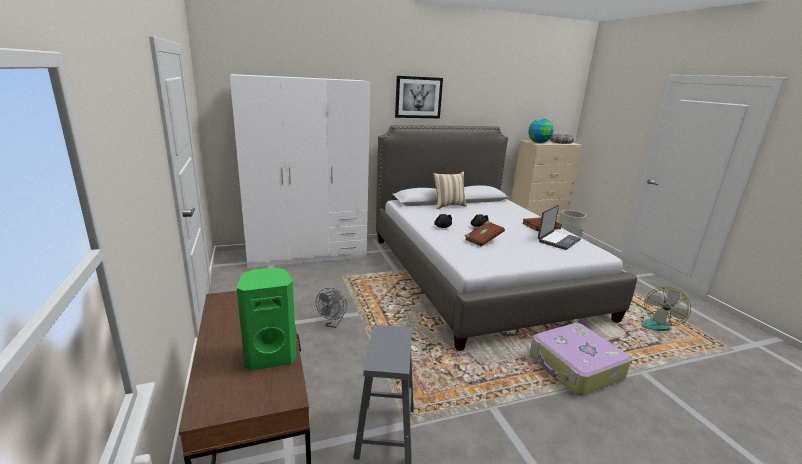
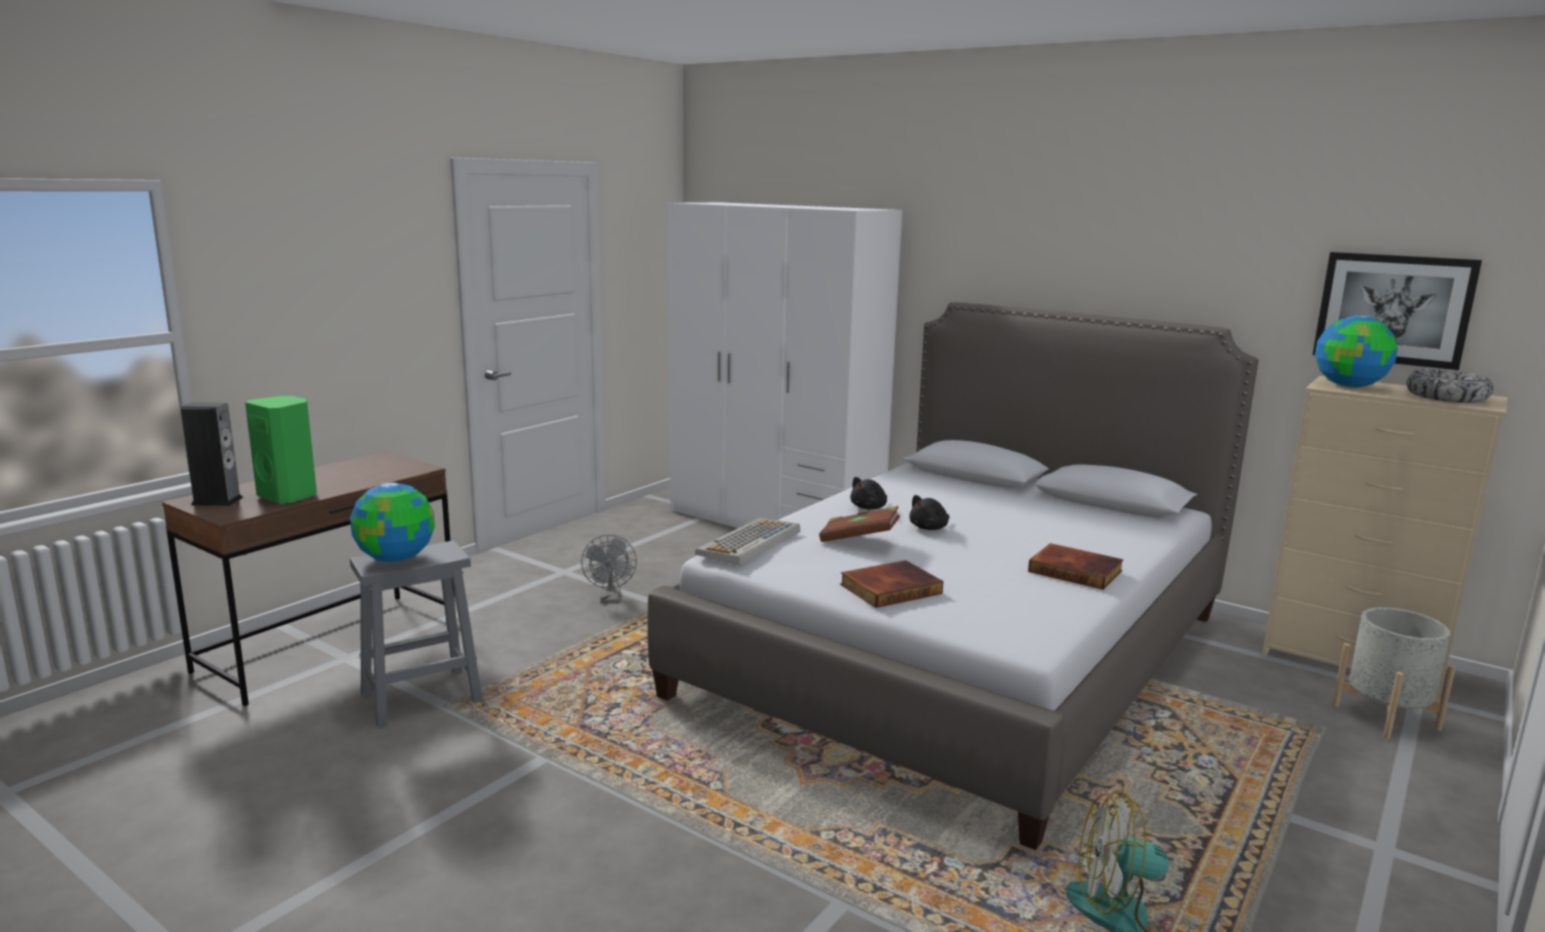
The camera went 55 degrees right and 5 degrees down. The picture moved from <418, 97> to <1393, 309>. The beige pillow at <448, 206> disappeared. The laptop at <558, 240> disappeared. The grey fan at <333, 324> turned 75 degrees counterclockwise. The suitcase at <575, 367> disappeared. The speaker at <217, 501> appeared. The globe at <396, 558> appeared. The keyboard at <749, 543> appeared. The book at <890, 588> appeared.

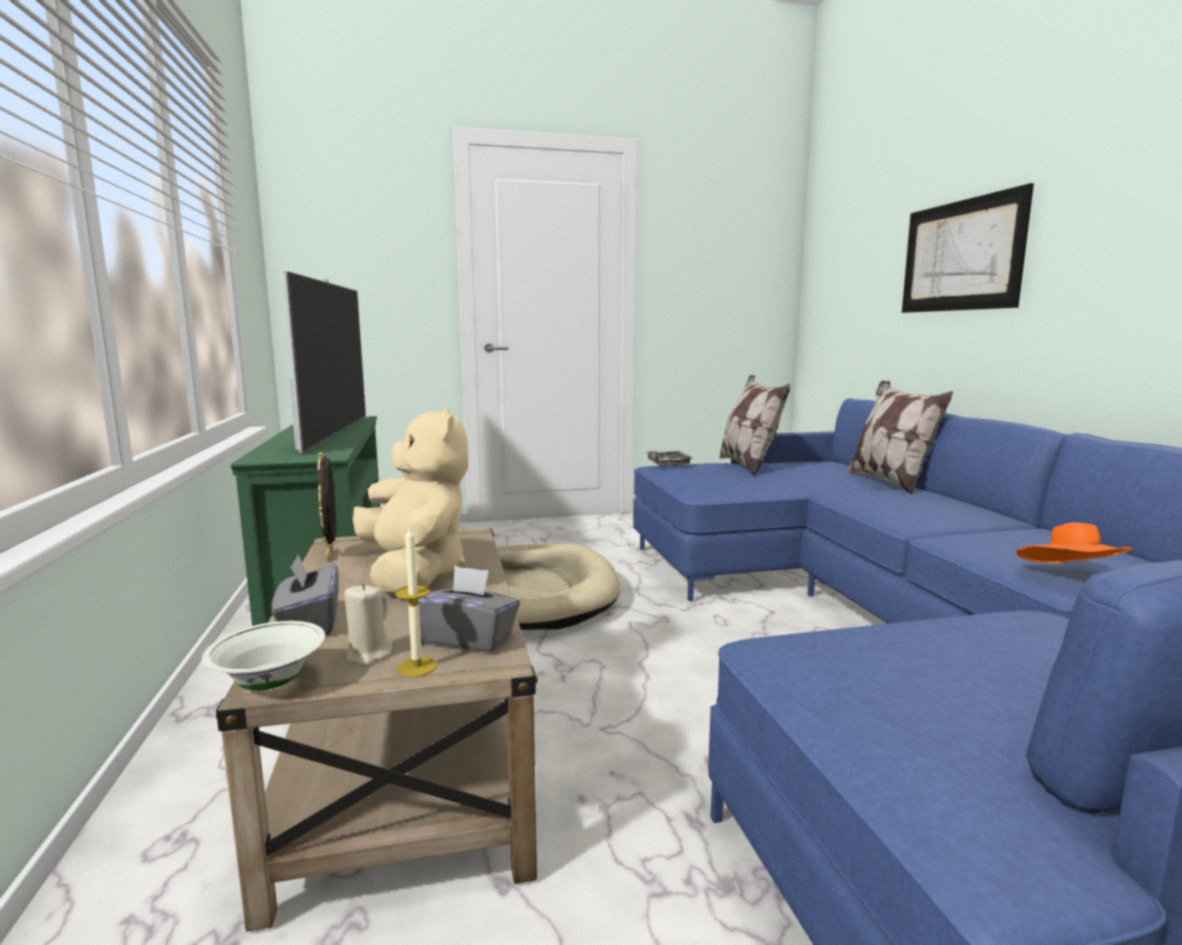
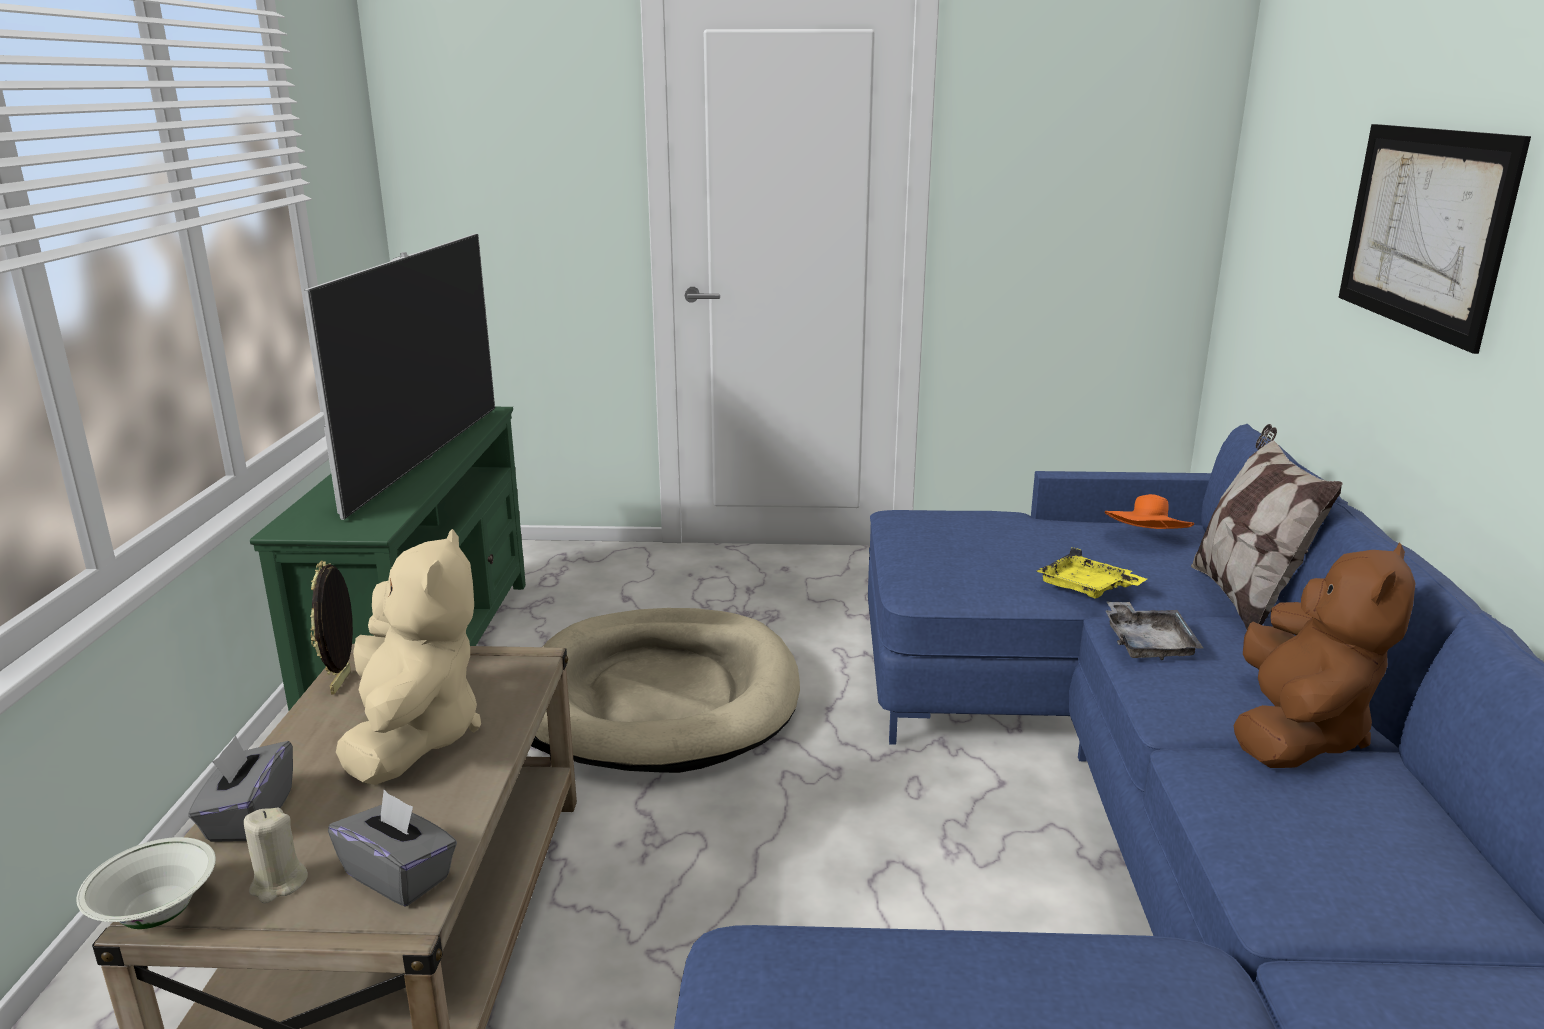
The camera went 15 degrees right and 10 degrees up. The pillow at <748, 466> disappeared. The grey tray moved from <667, 464> to <1147, 643>. The orange hat moved from <1071, 576> to <1146, 541>. The candle at <417, 667> disappeared. The brown plush toy at <1296, 733> appeared. The yellow tray at <1086, 588> appeared.

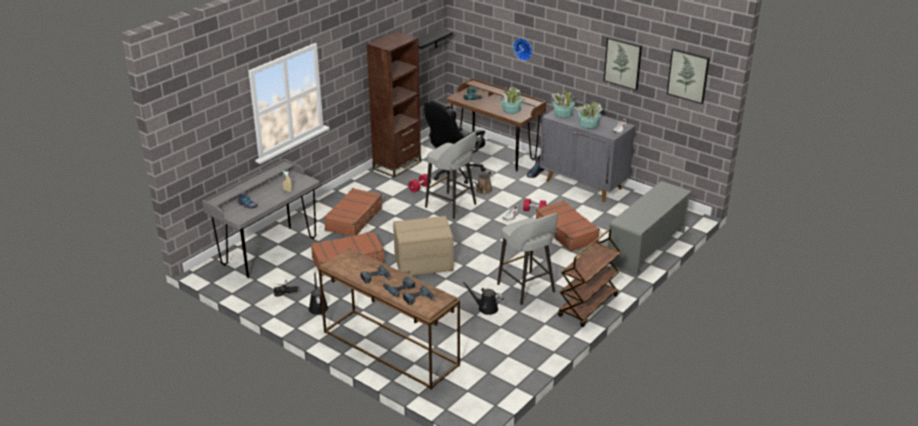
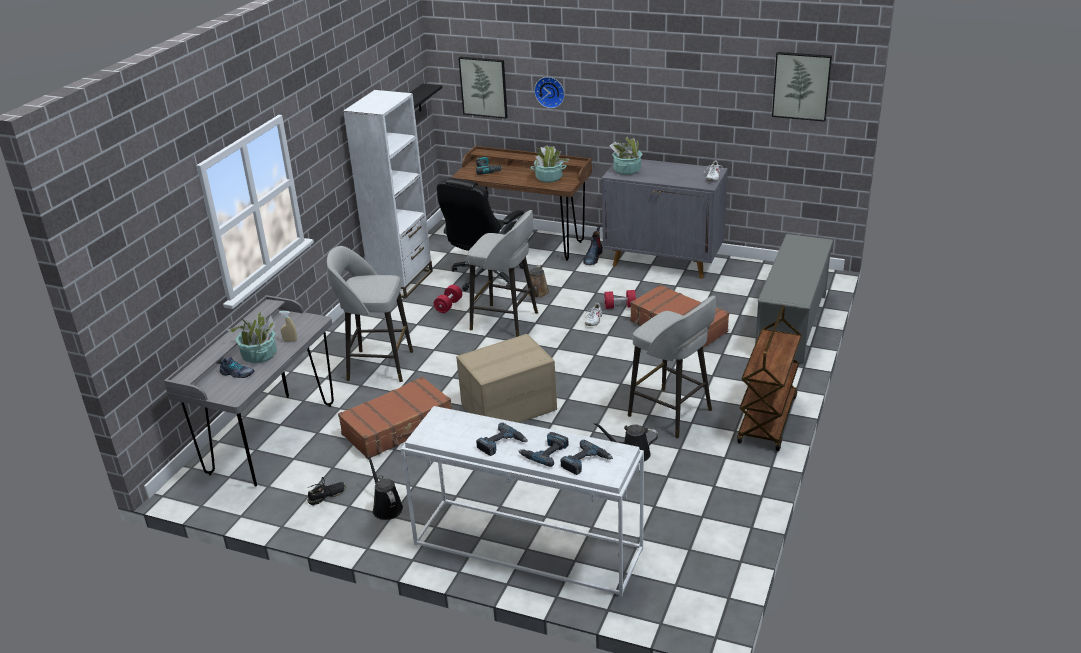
The camera went 15 degrees left and 0 degrees up. The brown bookcase at <397, 165> became the white bookcase at <401, 281>. The picture moved from <623, 63> to <484, 87>. The potted plant moved from <588, 125> to <259, 355>. The brown suitcase at <354, 219> was replaced by the grey stool at <378, 366>. The brown console table at <389, 348> became the white console table at <525, 547>.

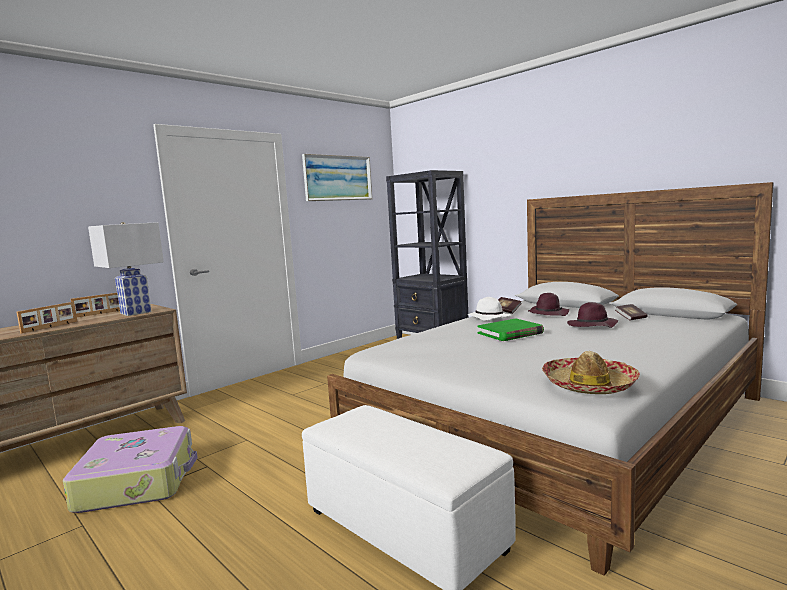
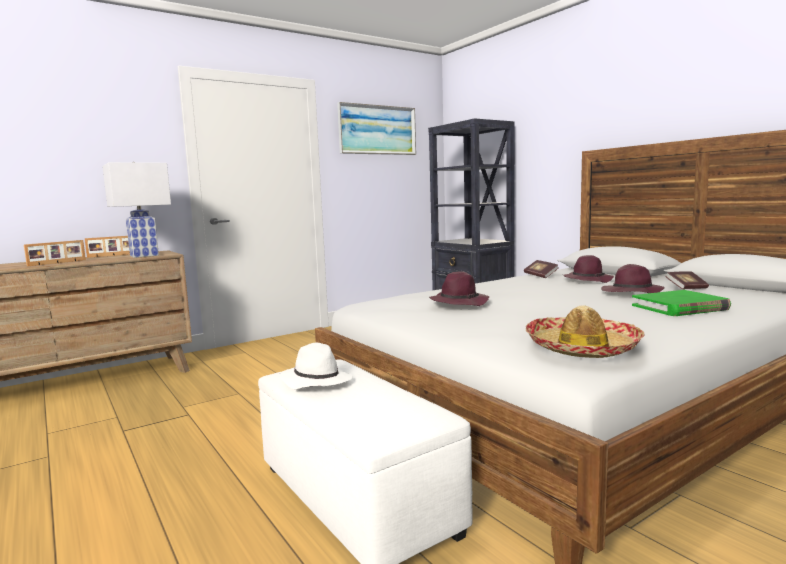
The camera went 10 degrees right and 0 degrees up. The white hat moved from <488, 318> to <315, 381>. The green book moved from <510, 333> to <679, 307>. The suitcase at <138, 481> disappeared. The purple hat at <459, 302> appeared.

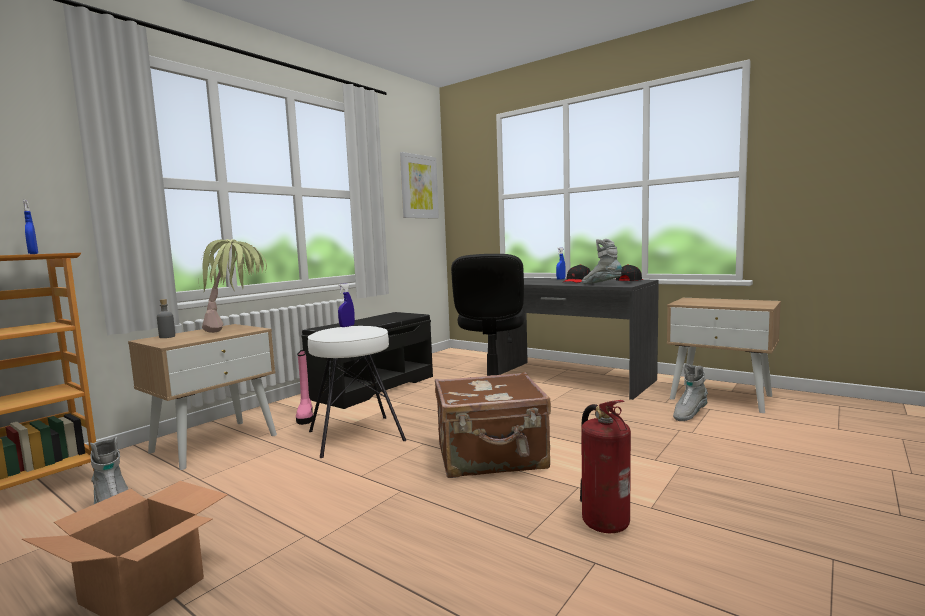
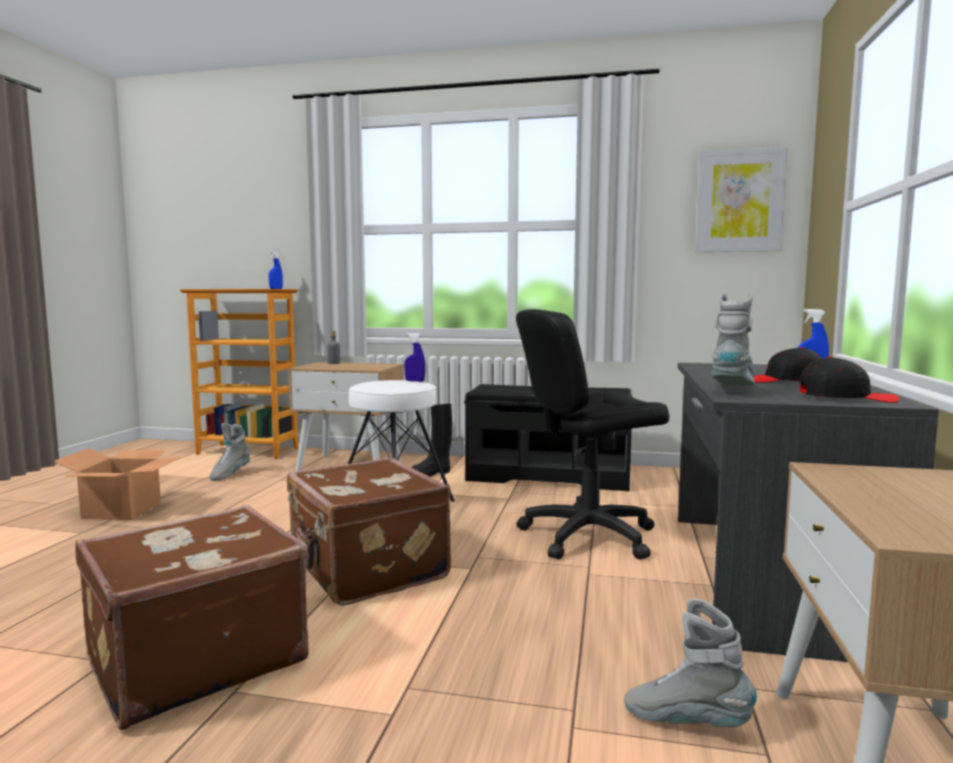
The camera went 65 degrees right and 0 degrees up. The potted plant at <236, 329> disappeared. The pink boot at <305, 416> became the black boot at <431, 474>. The fire extinguisher at <604, 522> was replaced by the brown suitcase at <194, 658>.

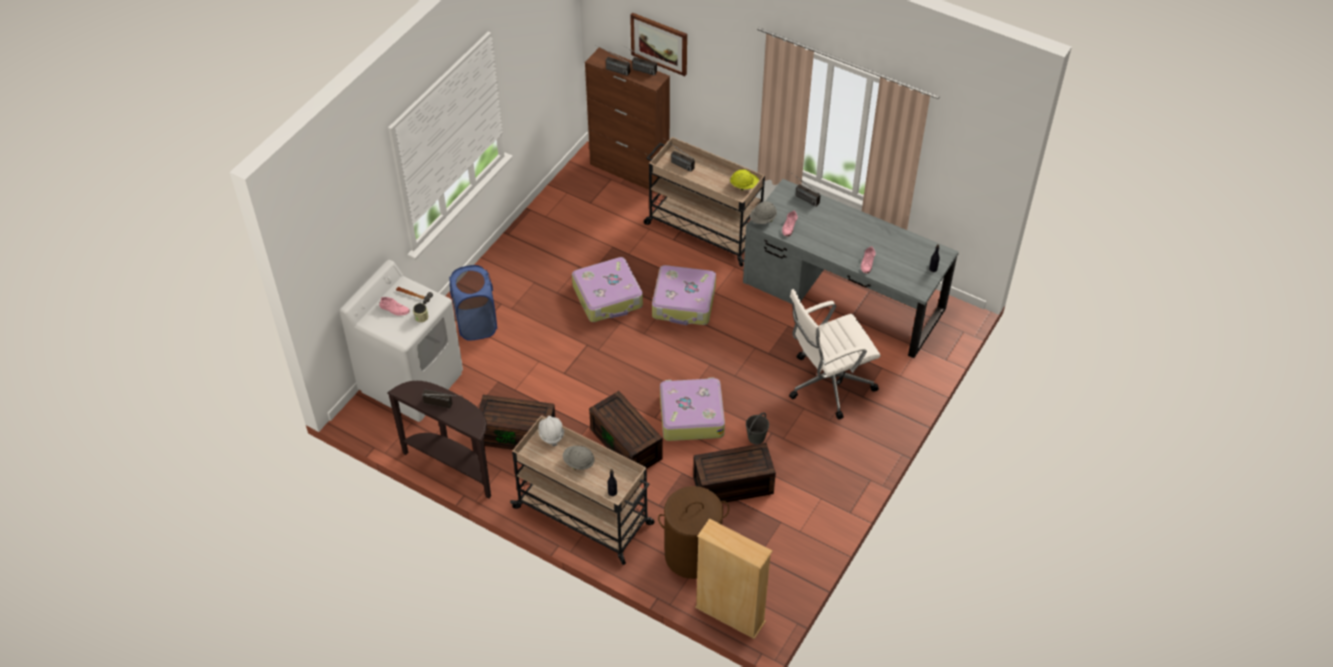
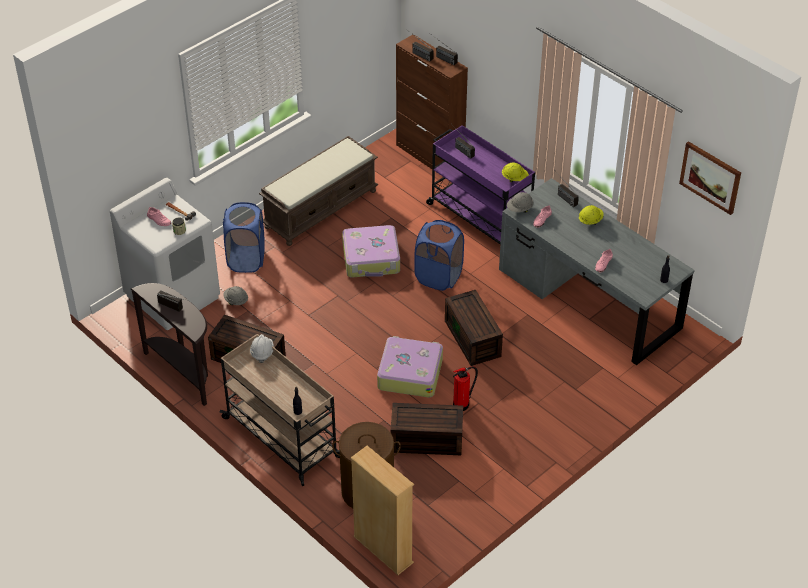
The camera went 15 degrees right and 5 degrees down. The picture moved from <659, 43> to <710, 177>. The beige cart at <703, 229> became the purple cart at <479, 218>. The suitcase at <684, 303> was replaced by the blue laundry basket at <438, 277>. The white office chair at <827, 383> disappeared. The brown storage box moved from <627, 444> to <474, 339>. The grey bucket at <756, 437> was replaced by the fire extinguisher at <462, 404>. The grey hard hat moved from <578, 462> to <236, 301>. The brown bench at <320, 208> appeared. The yellow hard hat at <590, 221> appeared.

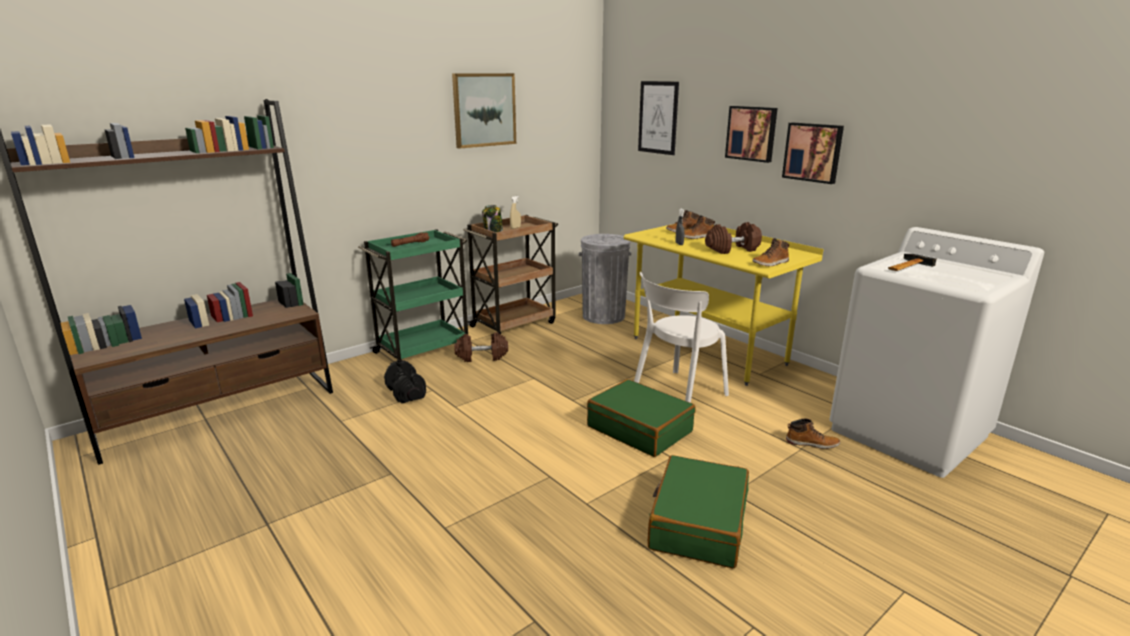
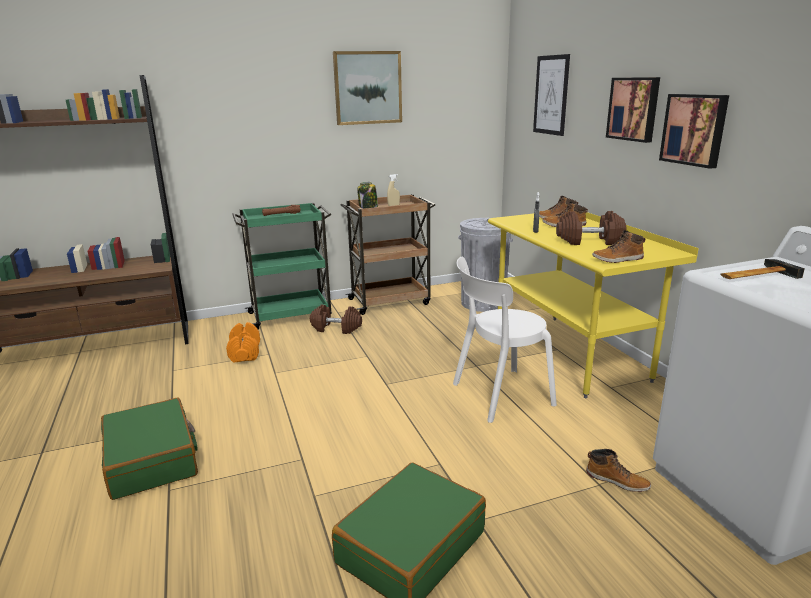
The camera went 20 degrees right and 0 degrees up. The black dumbbell at <405, 392> became the orange dumbbell at <244, 352>. The green suitcase moved from <640, 429> to <152, 459>.

